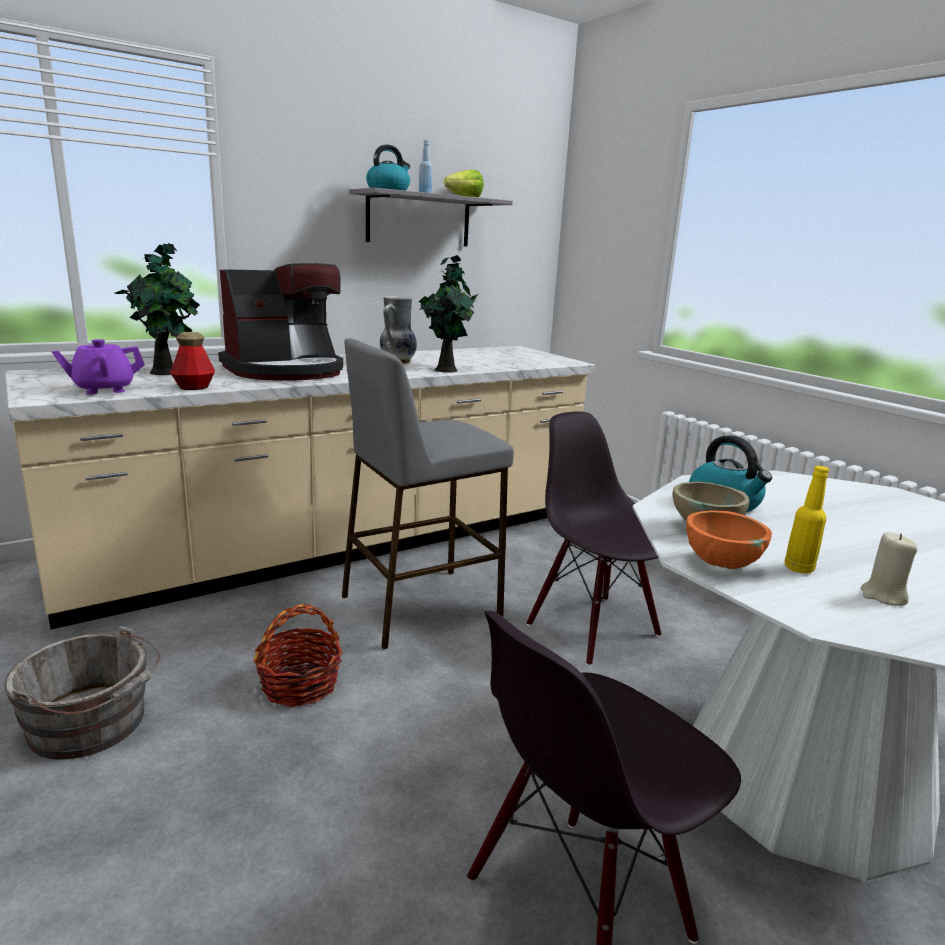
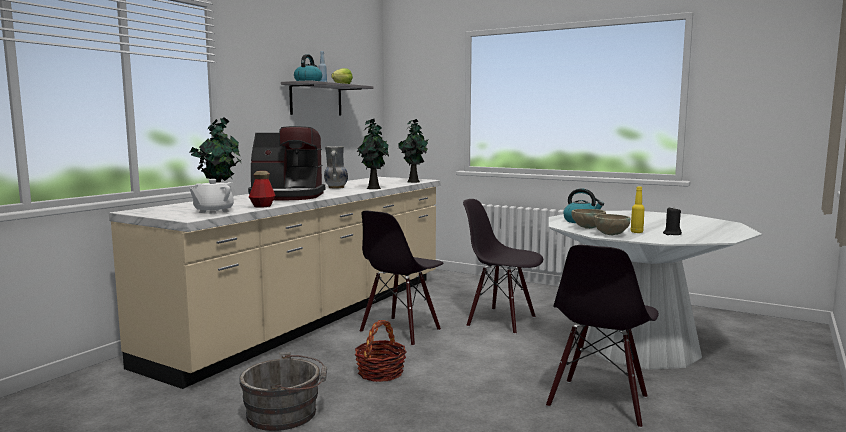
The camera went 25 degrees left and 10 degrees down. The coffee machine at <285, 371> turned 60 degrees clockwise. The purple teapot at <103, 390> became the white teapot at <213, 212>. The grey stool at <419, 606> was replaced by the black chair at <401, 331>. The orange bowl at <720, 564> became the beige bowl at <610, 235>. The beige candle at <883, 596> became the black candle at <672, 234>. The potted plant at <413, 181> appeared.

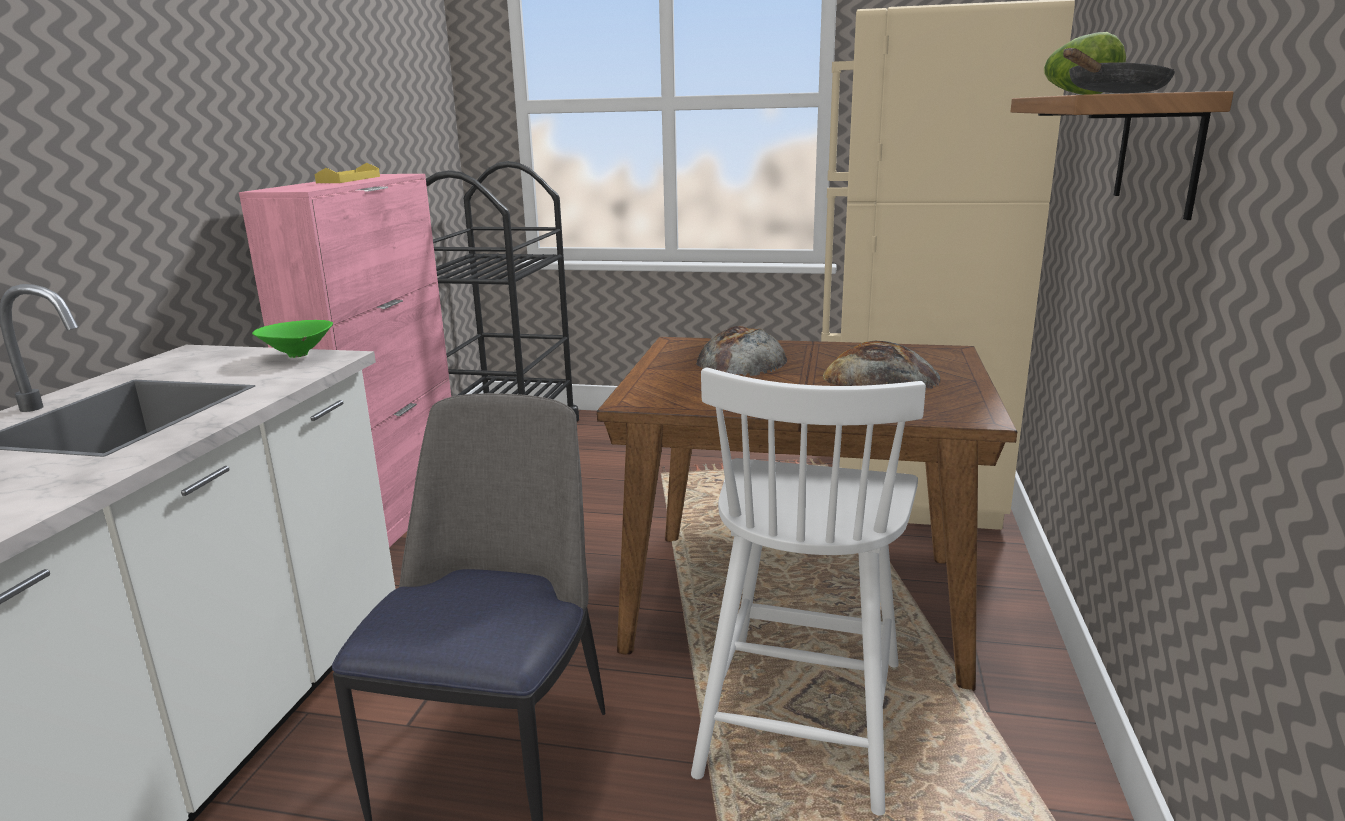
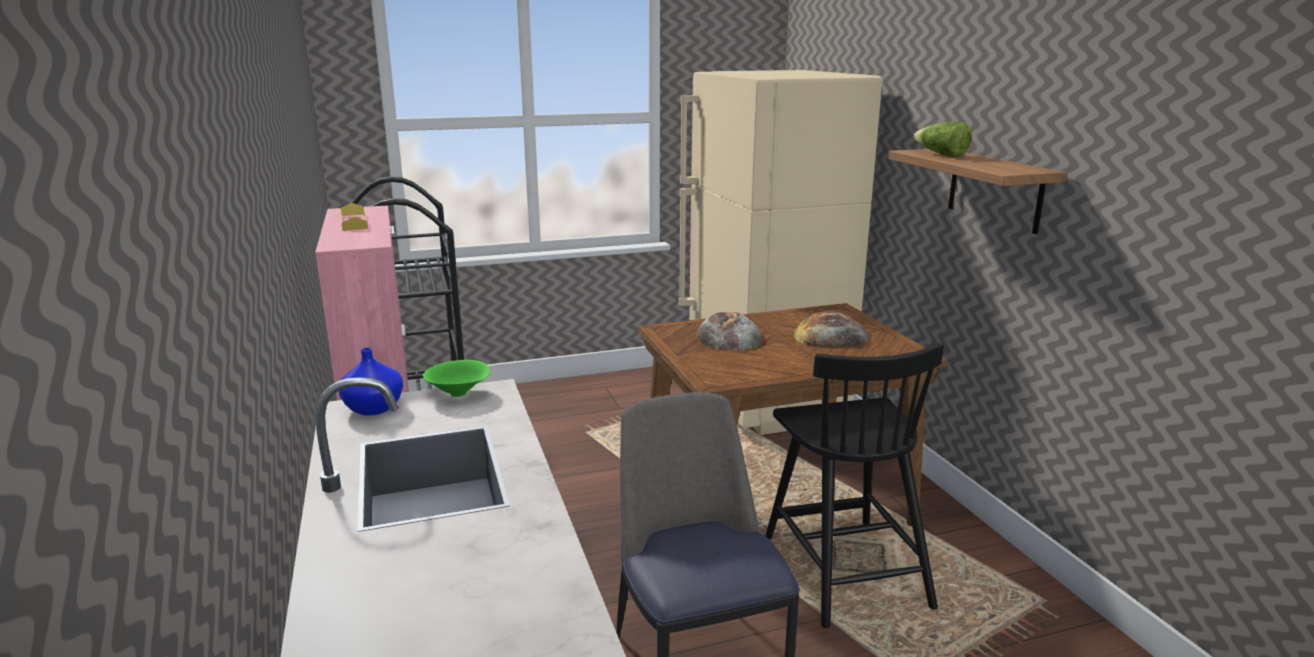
The camera went 30 degrees left and 0 degrees up. The black frying pan at <1112, 93> disappeared. The white chair at <802, 712> became the black chair at <844, 569>. The blue vase at <374, 408> appeared.

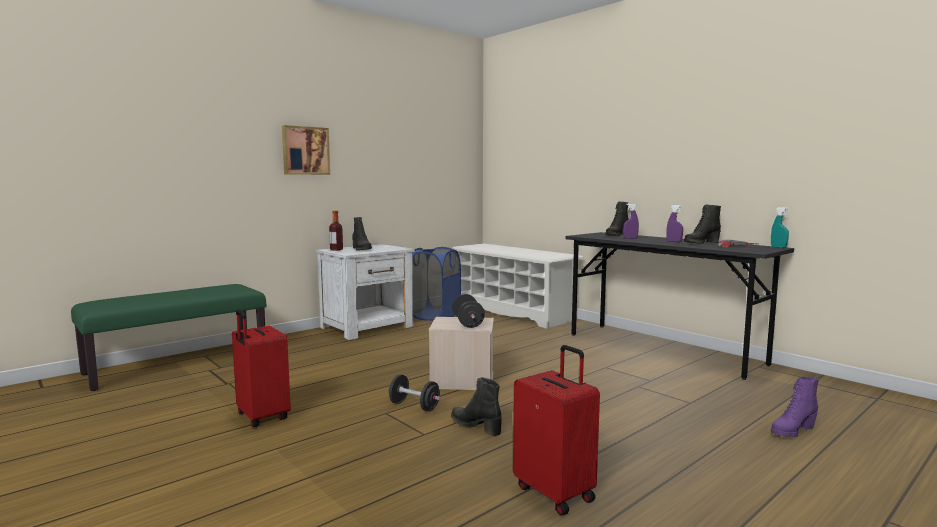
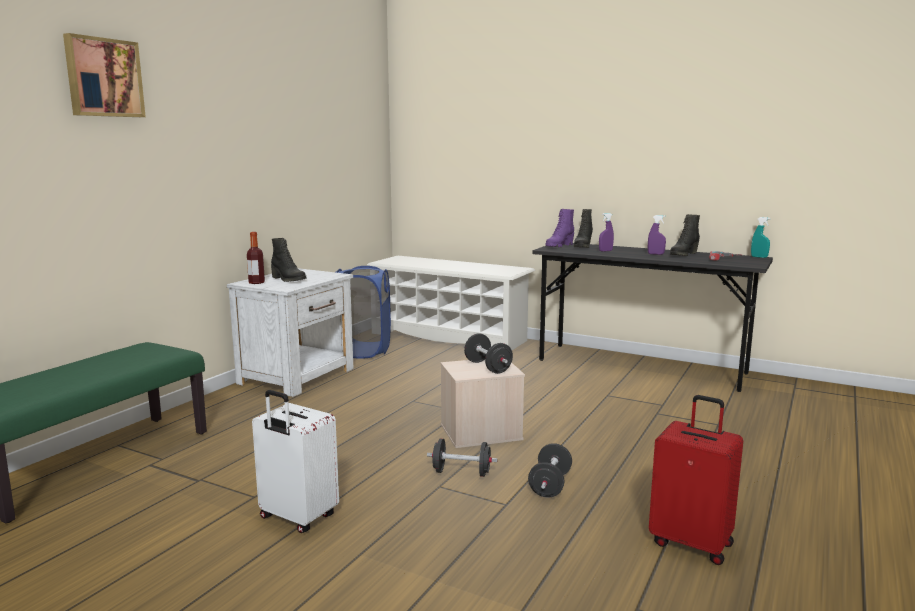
The camera went 20 degrees left and 5 degrees up. The picture moved from <305, 150> to <103, 78>. The red suitcase at <261, 417> became the white suitcase at <297, 518>. The black boot at <476, 426> was replaced by the black dumbbell at <550, 485>. The purple boot moved from <792, 431> to <559, 246>.

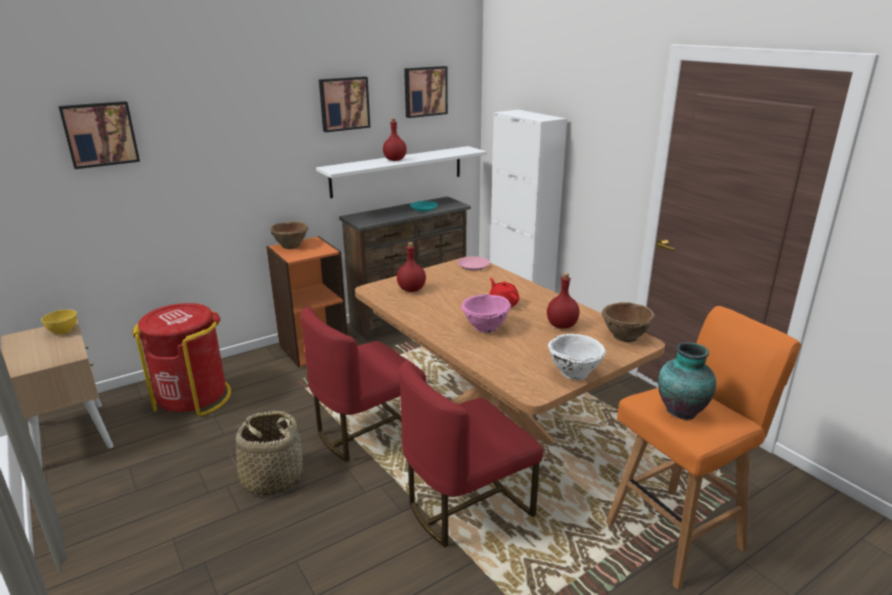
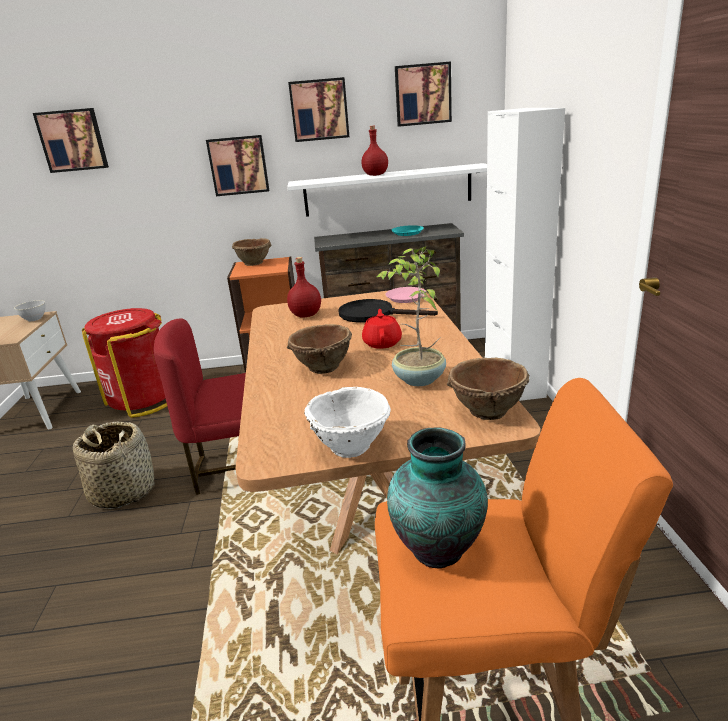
The camera went 30 degrees right and 0 degrees up. The red bottle at <561, 325> was replaced by the potted plant at <418, 380>. The pink bowl at <485, 328> became the brown bowl at <323, 367>. The yellow bowl at <63, 331> became the grey bowl at <34, 319>. The red chair at <466, 505> disappeared. The picture at <238, 165> appeared. The black frying pan at <374, 315> appeared.

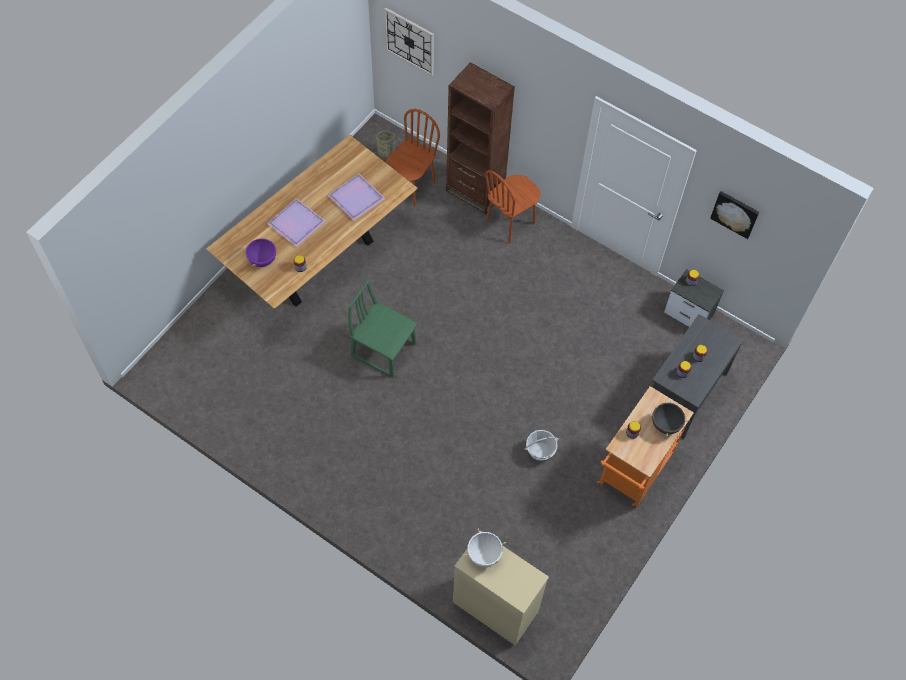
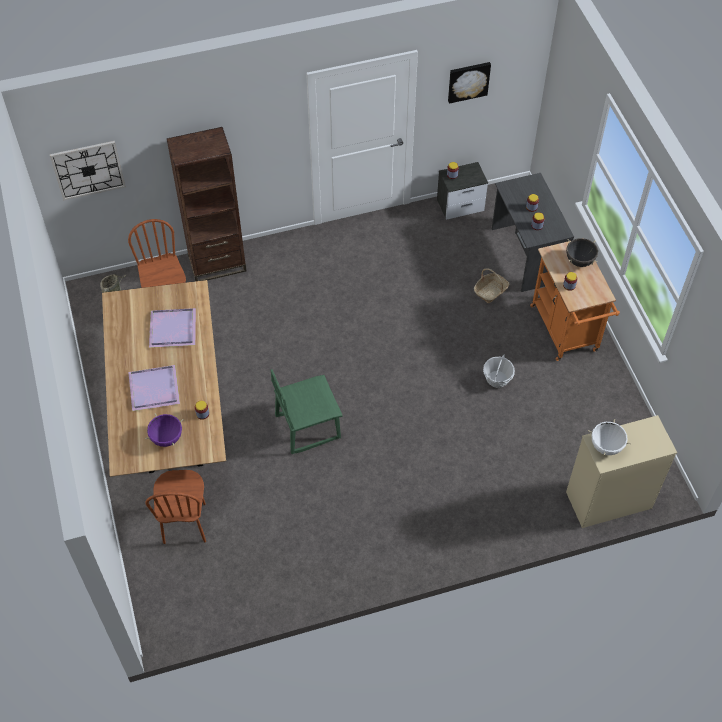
The camera went 50 degrees left and 5 degrees down. The brown chair moved from <510, 222> to <185, 523>. The basket at <491, 291> appeared.

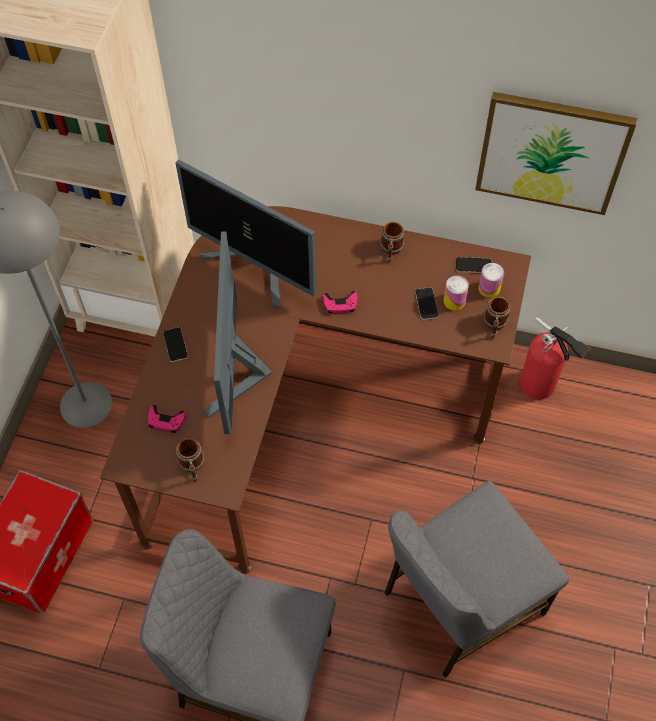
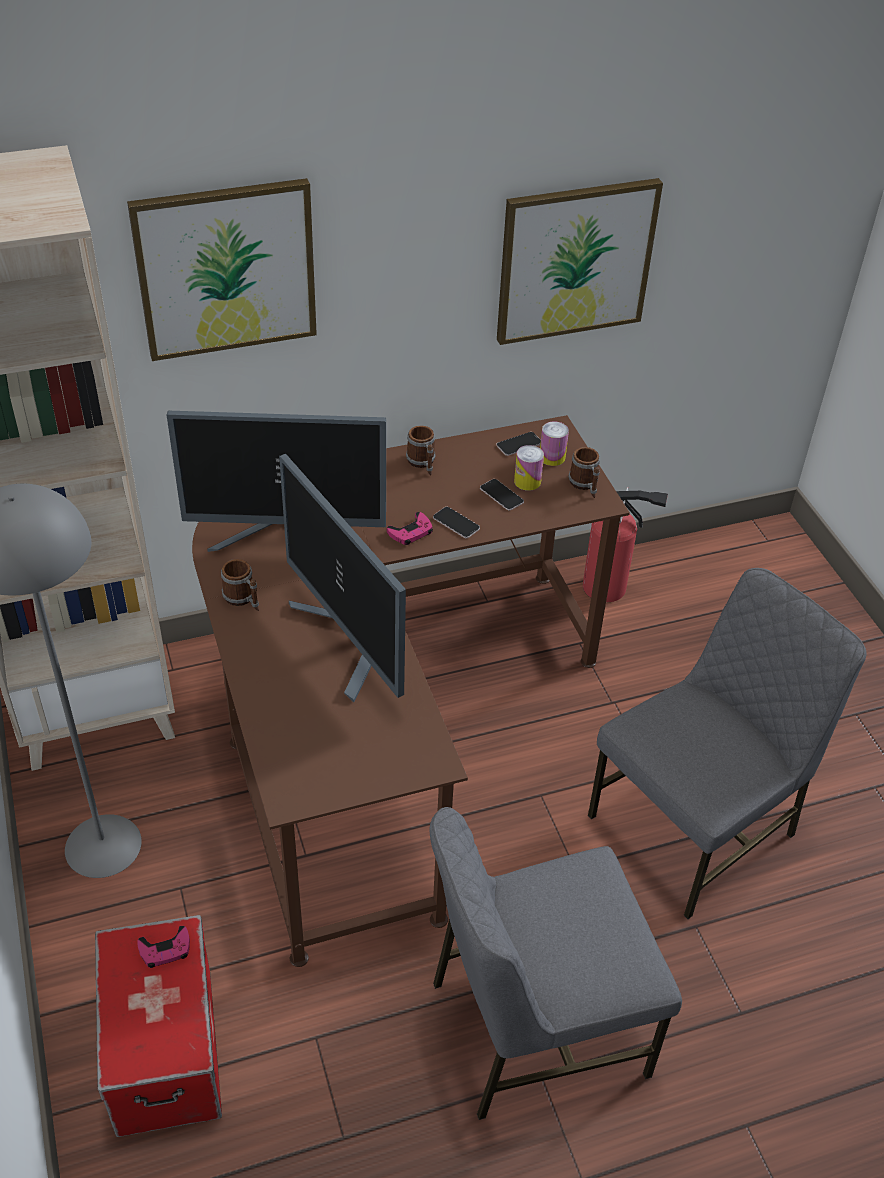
The camera went 35 degrees left and 15 degrees down. The phone moved from <175, 345> to <456, 523>. The pink game controller moved from <166, 421> to <165, 950>. The mug moved from <192, 466> to <243, 599>. The grey chair at <460, 602> turned 150 degrees counterclockwise. The picture at <226, 269> appeared.

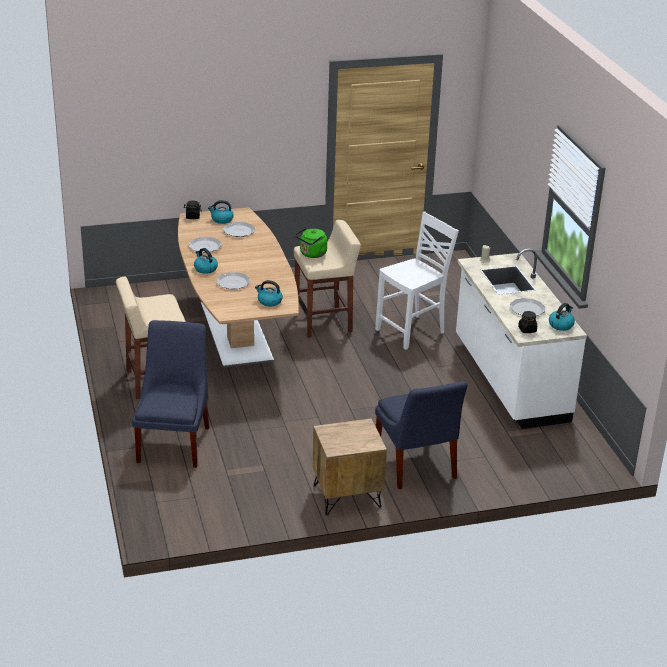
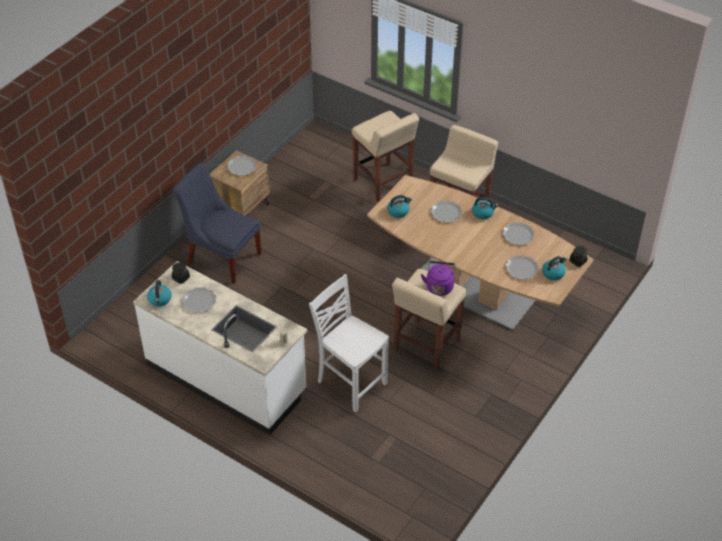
The camera went 140 degrees right and 15 degrees up. The white chair at <412, 331> turned 120 degrees clockwise. The green kettle at <312, 254> became the purple kettle at <439, 286>. The blue chair at <175, 442> was replaced by the beige stool at <383, 182>. The plate at <241, 166> appeared.

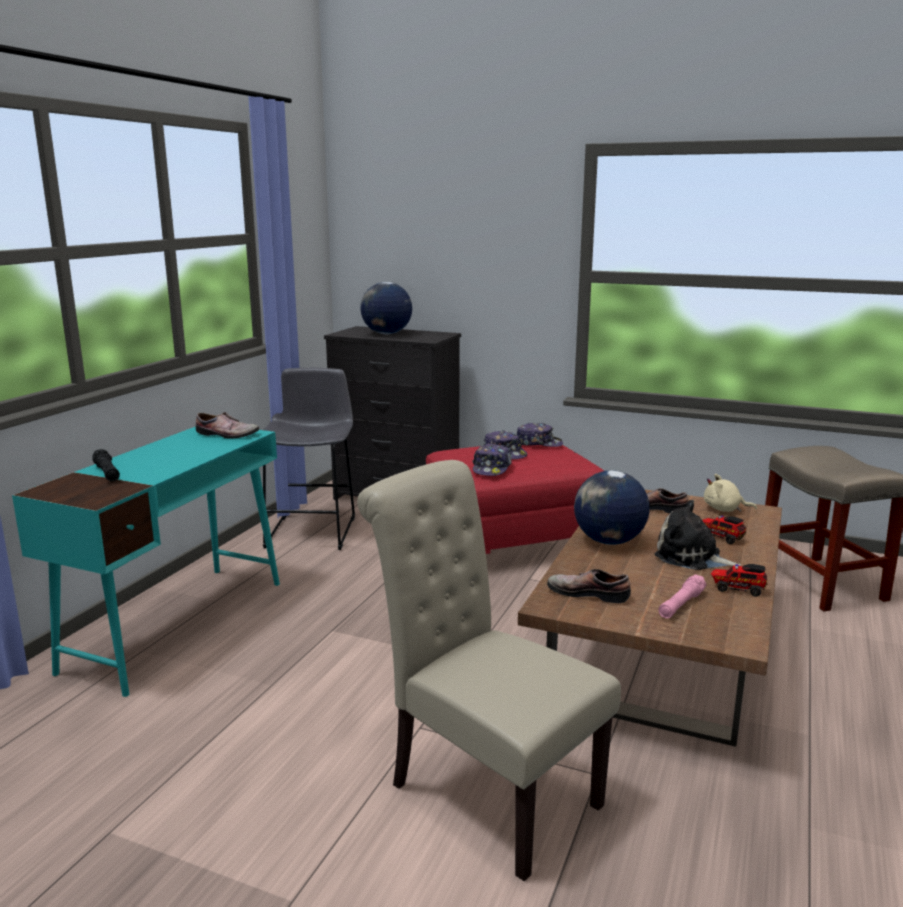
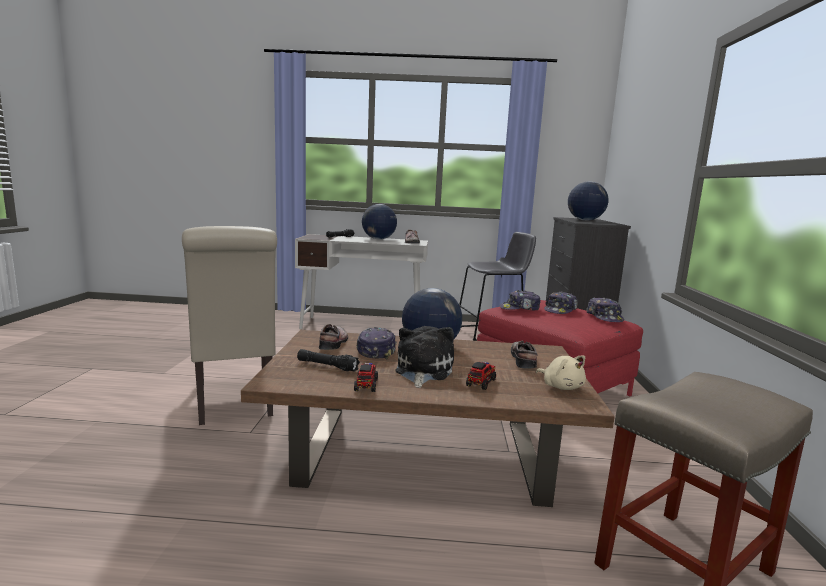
The camera went 70 degrees right and 5 degrees down. The turquoise desk at <178, 624> became the white desk at <362, 326>. The beige chair at <484, 789> turned 135 degrees clockwise. The beige plush toy at <724, 509> turned 150 degrees clockwise. The pink flashlight at <681, 604> became the black flashlight at <327, 366>. The globe at <378, 239> appeared. The cap at <376, 351> appeared.

